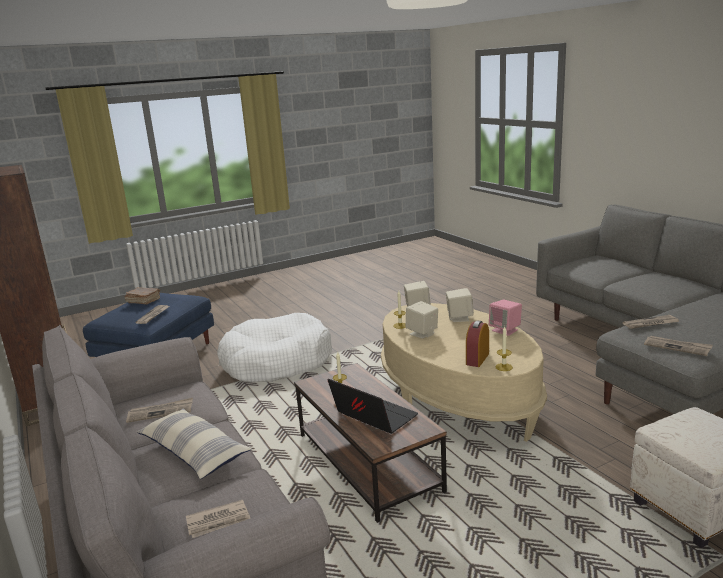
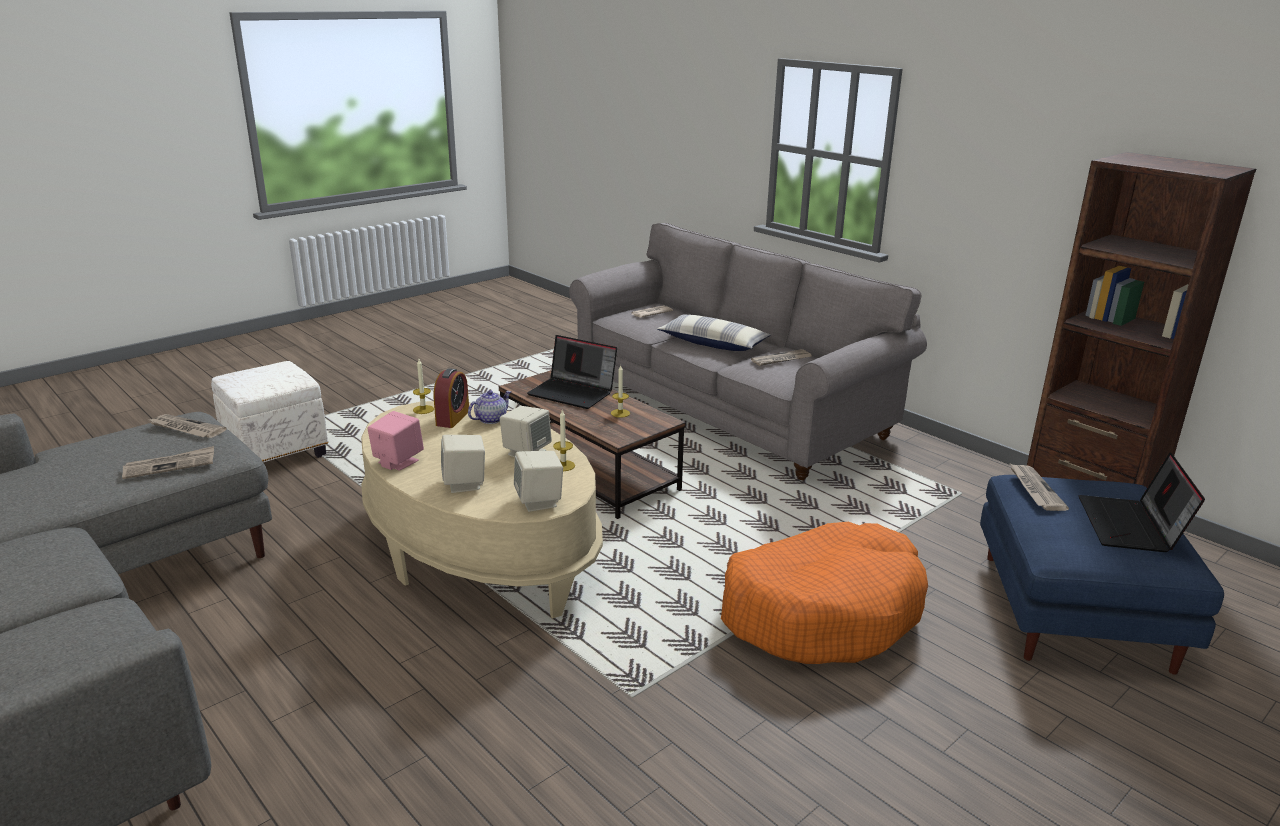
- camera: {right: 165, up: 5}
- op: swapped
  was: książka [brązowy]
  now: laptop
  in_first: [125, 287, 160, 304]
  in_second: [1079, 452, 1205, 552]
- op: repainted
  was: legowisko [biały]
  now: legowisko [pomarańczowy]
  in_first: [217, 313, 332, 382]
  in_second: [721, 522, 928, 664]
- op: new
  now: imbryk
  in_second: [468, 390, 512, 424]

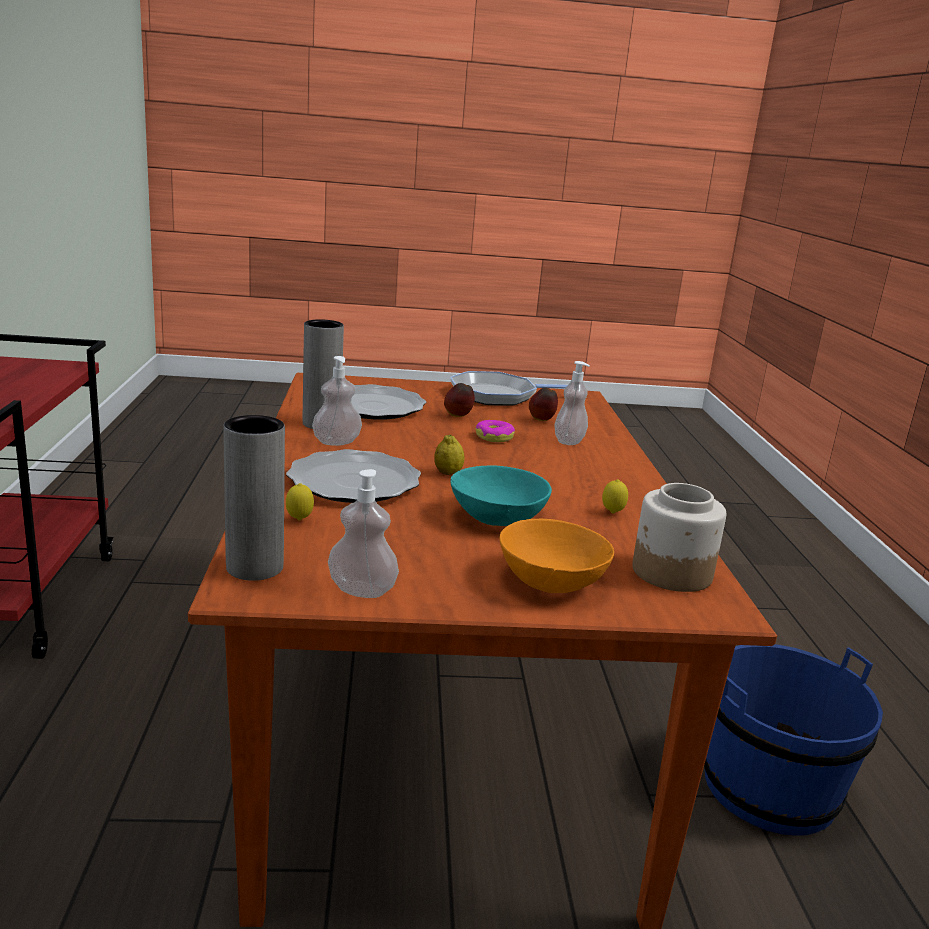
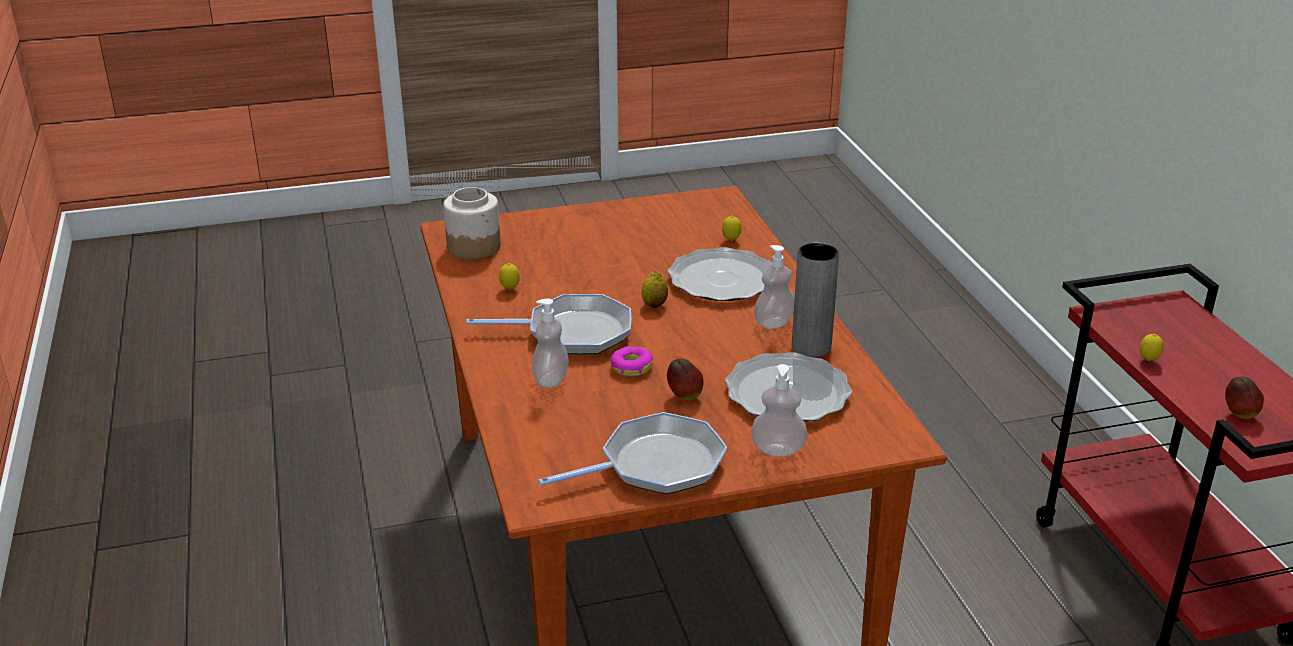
- camera: {right: 170, up: 10}
- op: shifted
  was: jabłko
  in_first: [529, 388, 558, 421]
  in_second: [1225, 376, 1264, 419]
- op: gone
  was: wazon [szary]
  in_first: [223, 415, 285, 581]
- op: gone
  was: miska [turkusowy]
  in_first: [450, 466, 552, 526]
- op: shifted
  was: dozownik mydła
  in_first: [328, 469, 399, 598]
  in_second: [751, 364, 808, 456]
- op: gone
  was: miska [pomarańczowy]
  in_first: [499, 519, 614, 593]
- op: gone
  was: wiadro [niebieski]
  in_first: [704, 644, 883, 836]
- op: new
  now: patelnia
  in_second: [466, 294, 631, 354]
- op: new
  now: cytryna
  in_second: [1140, 334, 1163, 361]

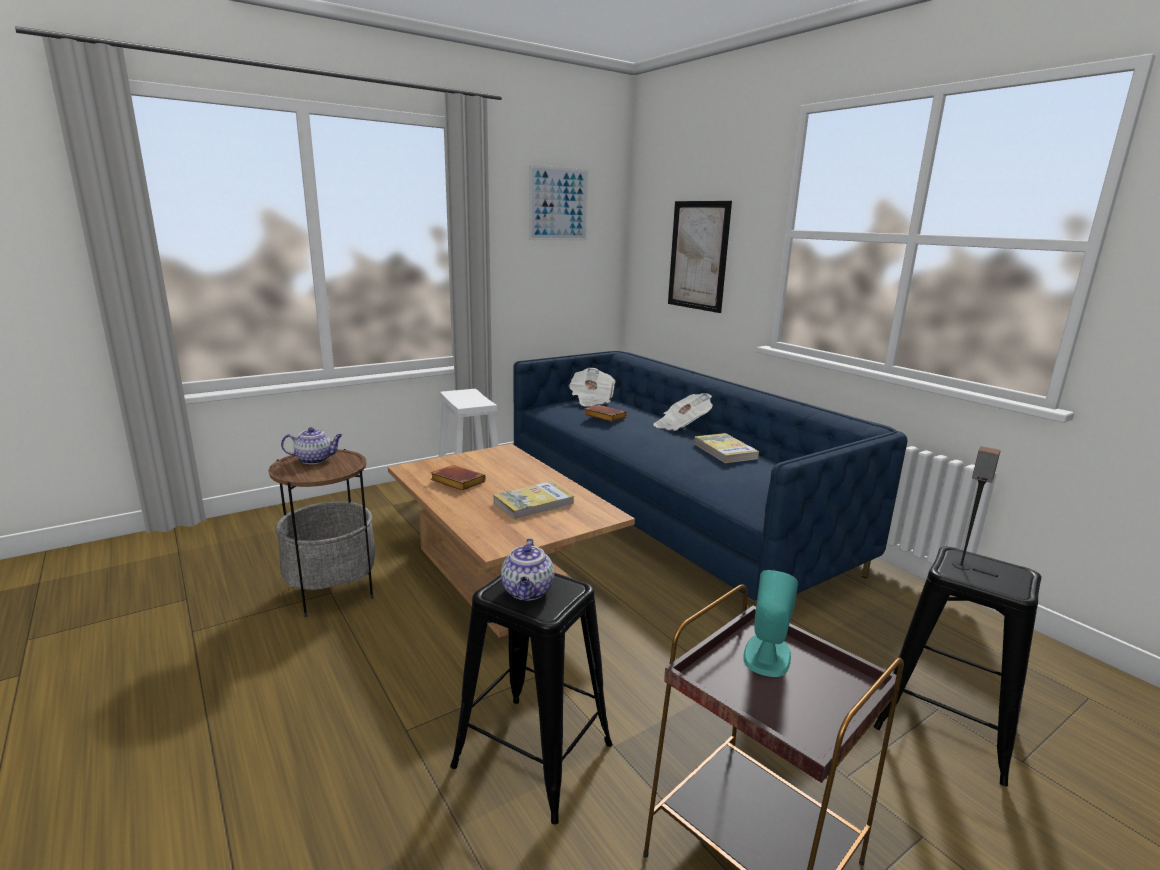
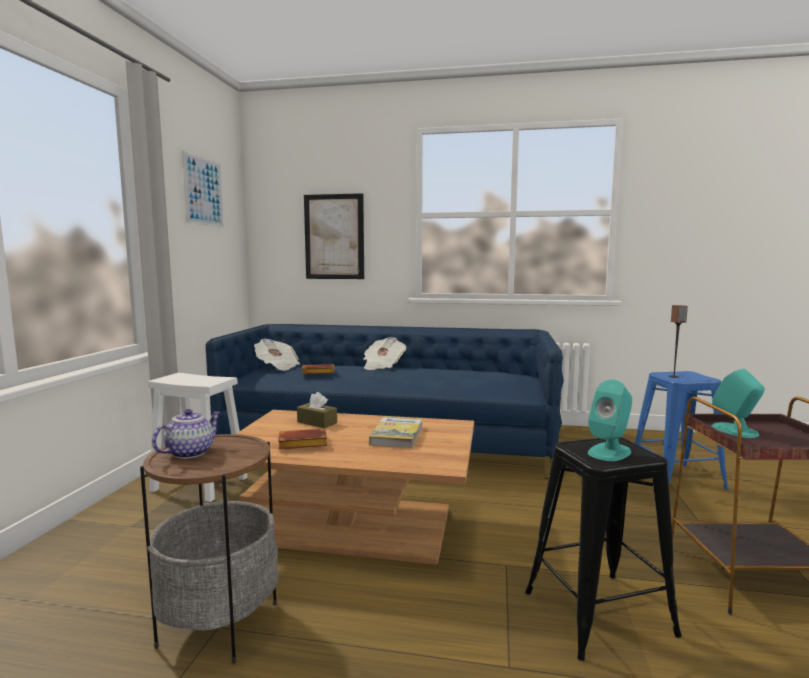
- camera: {right: -45, up: -10}
- op: gone
  was: książka
  in_first: [694, 433, 759, 463]
- op: swapped
  was: imbryk
  now: głośnik [turkusowy]
  in_first: [501, 538, 554, 600]
  in_second: [588, 379, 632, 461]
- op: repainted
  was: stołek [czarny]
  now: stołek [niebieski]
  in_first: [873, 547, 1041, 786]
  in_second: [635, 371, 729, 490]
- op: new
  now: pudełko chusteczek [brązowy]
  in_second: [297, 392, 337, 428]

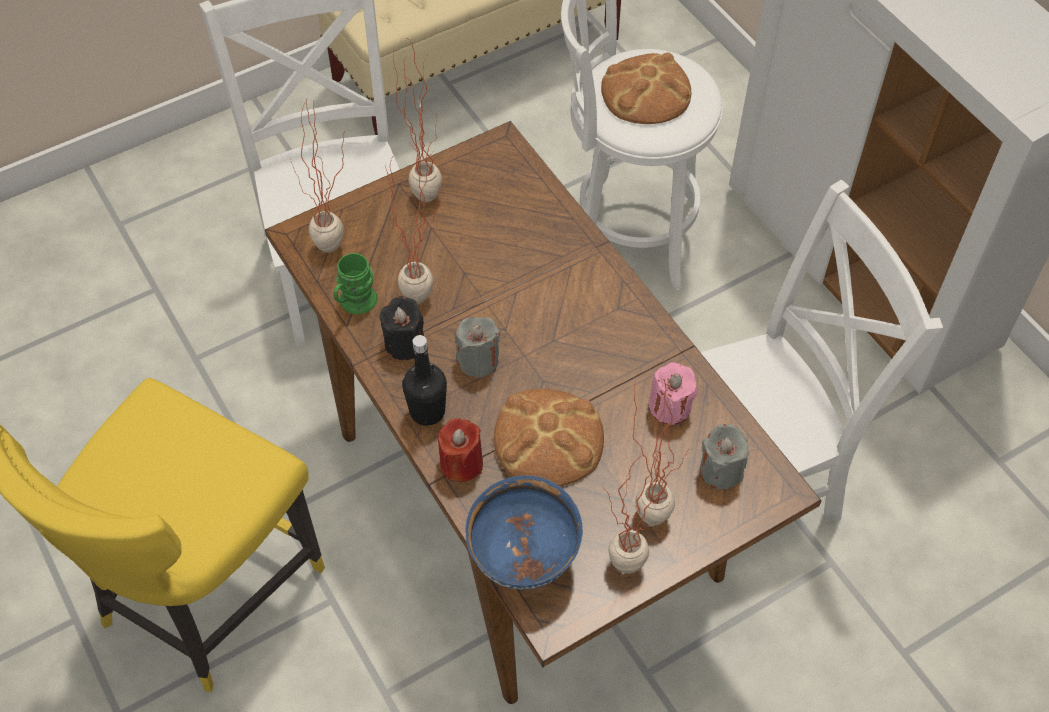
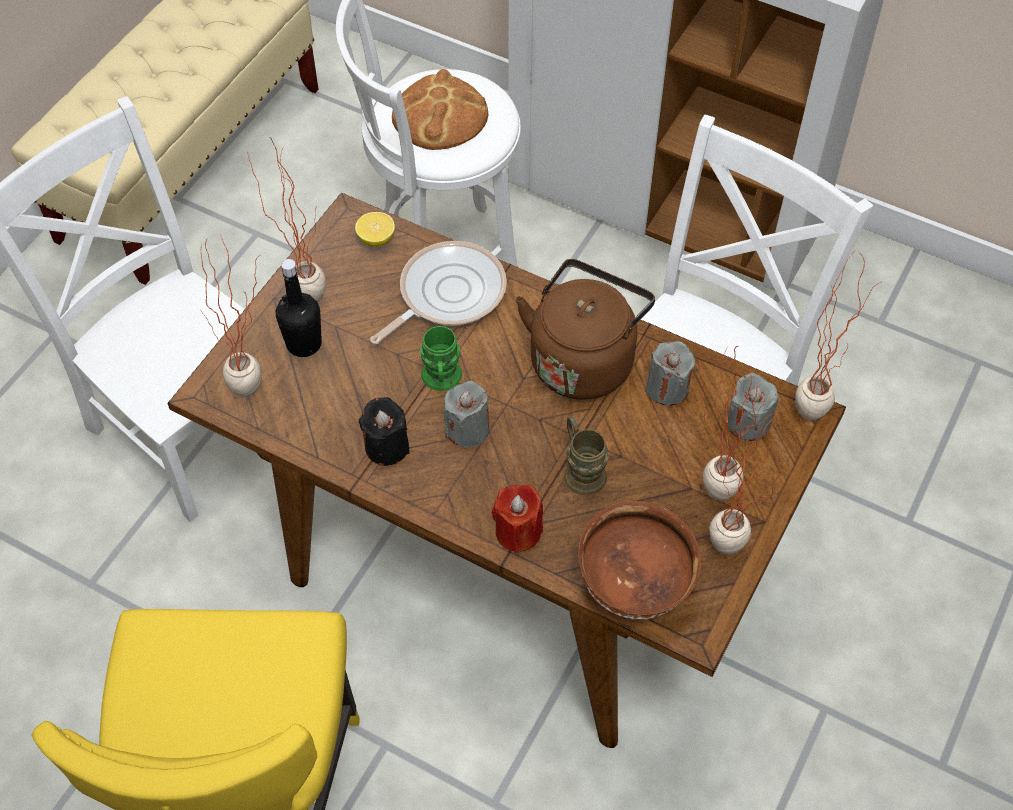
- camera: {right: -30, up: 0}
- op: shifted
  was: roślina doniczkowa
  in_first: [385, 143, 441, 304]
  in_second: [795, 250, 883, 420]
- op: shifted
  was: kubek [zielony]
  in_first: [334, 253, 378, 314]
  in_second: [420, 326, 462, 391]
- op: shifted
  was: butelka [czarny]
  in_first: [402, 335, 447, 426]
  in_second: [276, 259, 322, 357]
- op: repainted
  was: świeca [różowy]
  now: świeca [szary]
  in_first: [648, 362, 698, 425]
  in_second: [646, 341, 695, 406]
- op: swapped
  was: chleb
  now: kubek [brązowy]
  in_first: [494, 389, 604, 486]
  in_second: [564, 416, 609, 495]
- op: repainted
  was: miska [niebieski]
  now: miska [brązowy]
  in_first: [465, 475, 583, 590]
  in_second: [578, 501, 701, 620]
- op: new
  now: cytryna
  in_second: [355, 212, 395, 246]
- op: new
  now: patelnia
  in_second: [370, 241, 507, 344]
- op: new
  now: czajnik [brązowy]
  in_second: [516, 259, 655, 400]

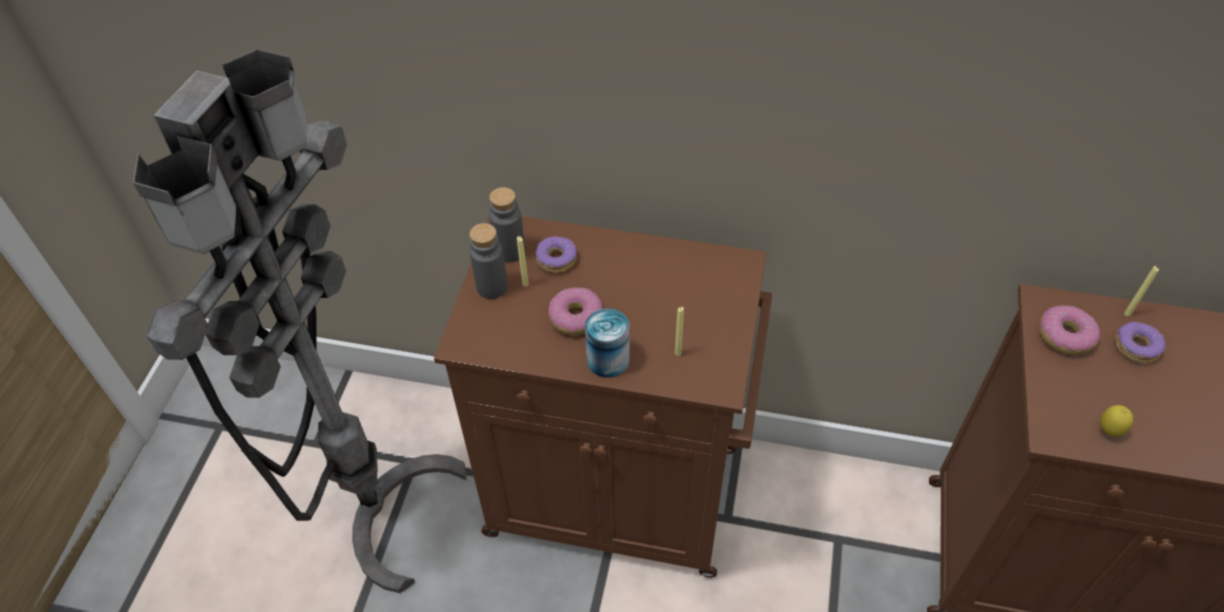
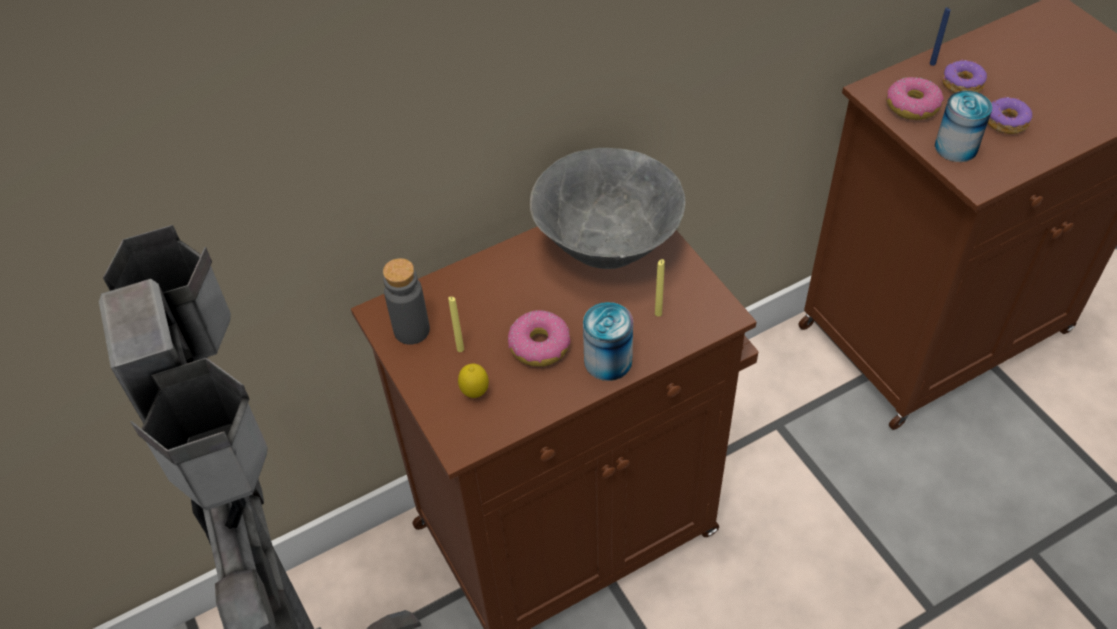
- camera: {right: -40, up: 0}
- op: gone
  was: butelka [szary]
  in_first: [470, 223, 508, 299]
- op: shifted
  was: donut
  in_first: [536, 236, 577, 273]
  in_second: [988, 96, 1032, 134]
- op: repainted
  was: świeca [żółty]
  now: świeca [niebieski]
  in_first: [1124, 266, 1159, 317]
  in_second: [930, 7, 950, 66]
- op: shifted
  was: cytryna
  in_first: [1100, 405, 1133, 437]
  in_second: [458, 364, 489, 398]
- op: new
  now: puszka
  in_second: [935, 91, 993, 162]
- op: new
  now: miska [szary]
  in_second: [530, 148, 685, 269]

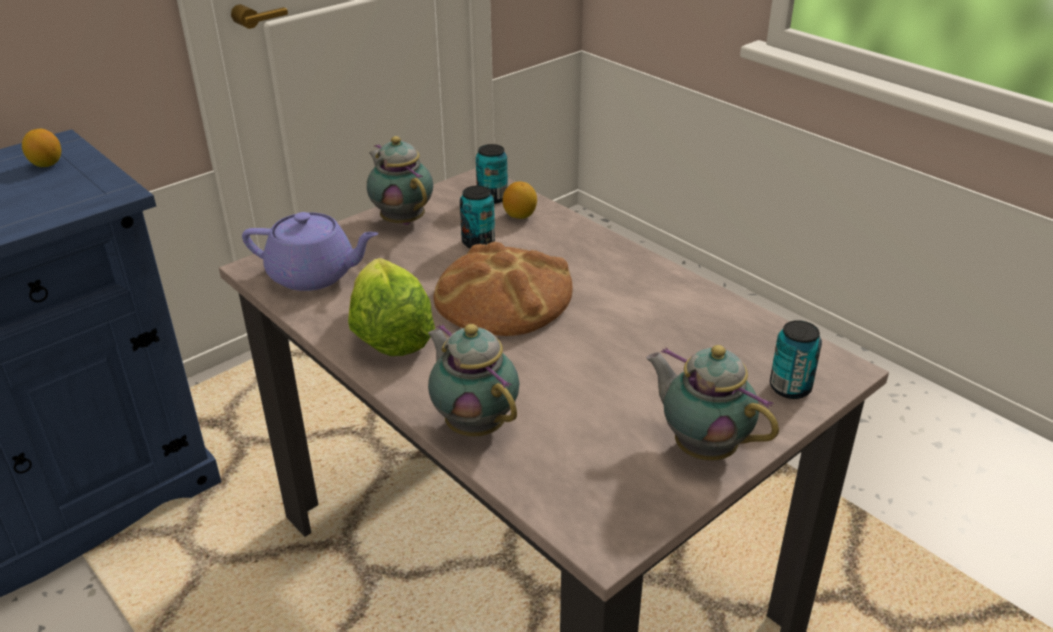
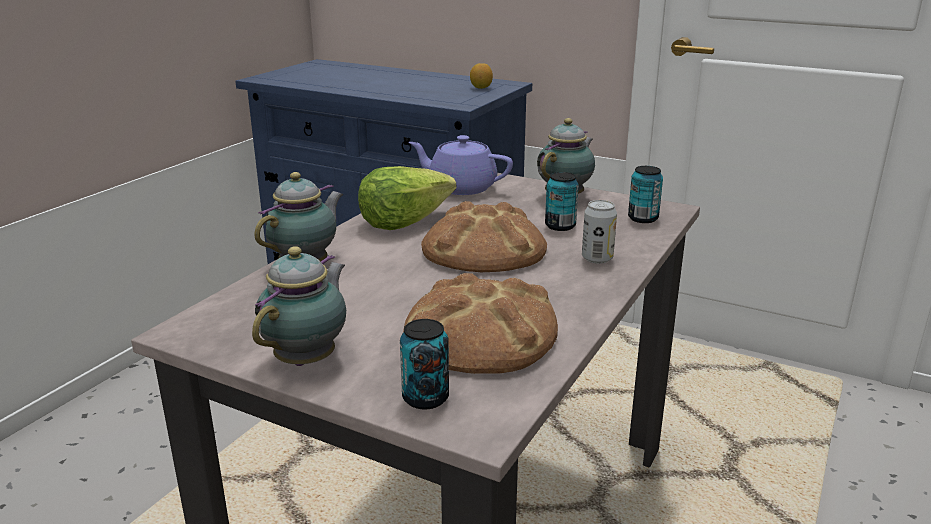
- camera: {right: 70, up: -10}
- op: gone
  was: cytryna
  in_first: [503, 181, 537, 219]
- op: rotated
  was: imbryk [fioletowy]
  in_first: [242, 212, 378, 291]
  in_second: [408, 135, 513, 195]
  clockwise: 120
- op: new
  now: puszka
  in_second: [582, 200, 617, 264]
- op: new
  now: chleb
  in_second: [403, 273, 558, 374]

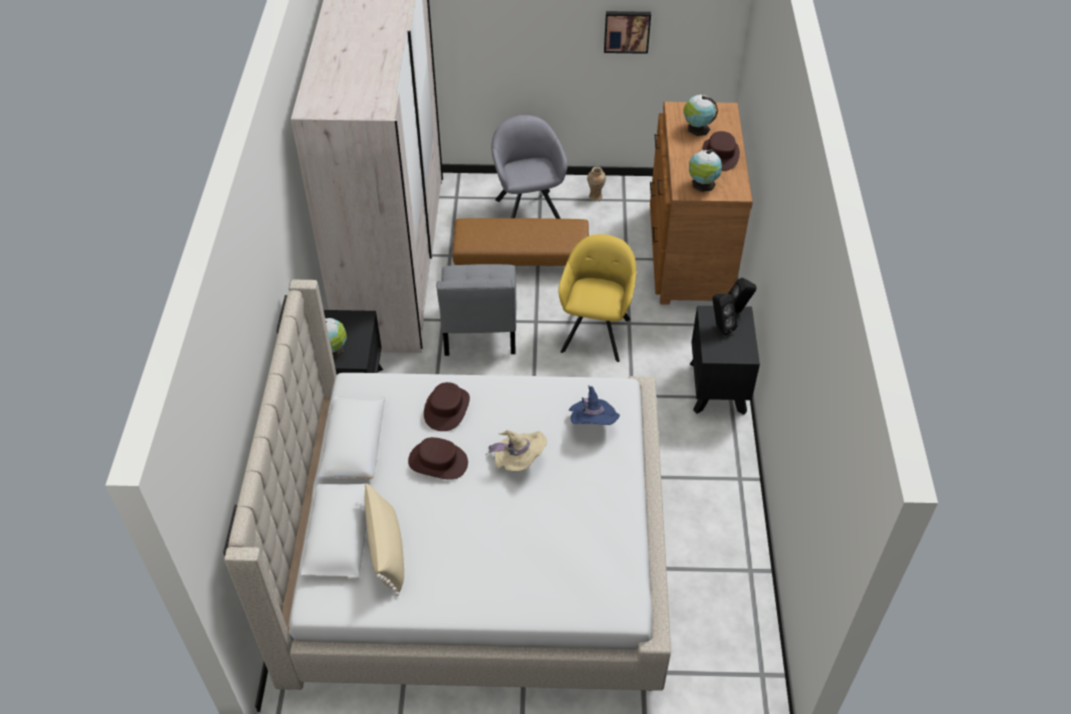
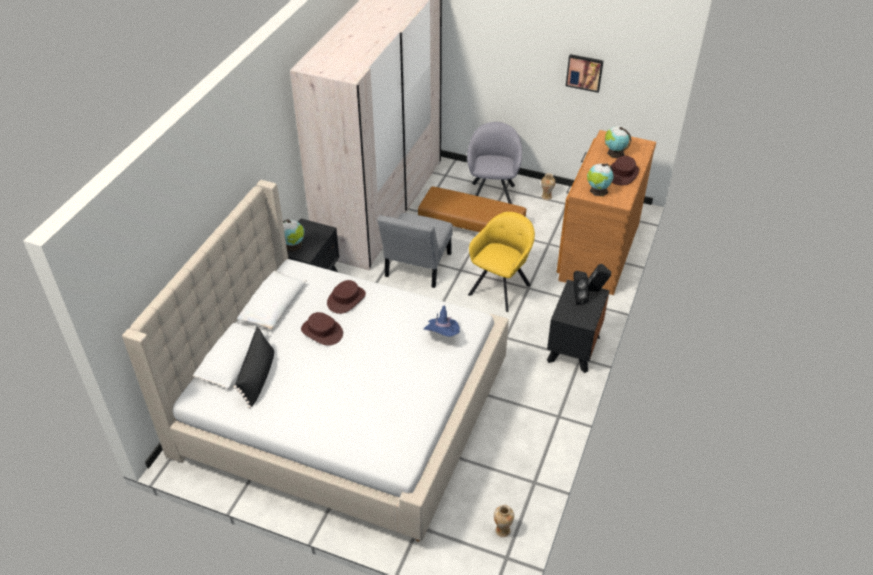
- camera: {right: 20, up: -5}
- op: gone
  was: kapelusz [beżowy]
  in_first: [485, 430, 547, 471]
- op: repainted
  was: poduszka [beżowy]
  now: poduszka [czarny]
  in_first: [365, 483, 404, 596]
  in_second: [234, 327, 274, 408]
- op: new
  now: wazon
  in_second: [494, 505, 514, 537]

